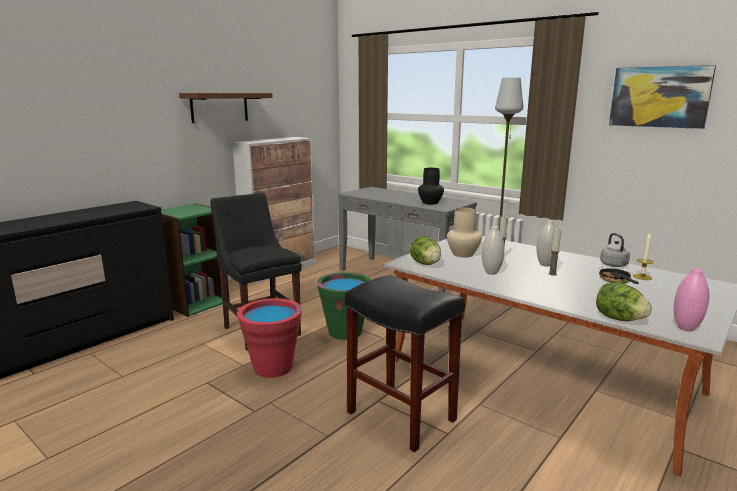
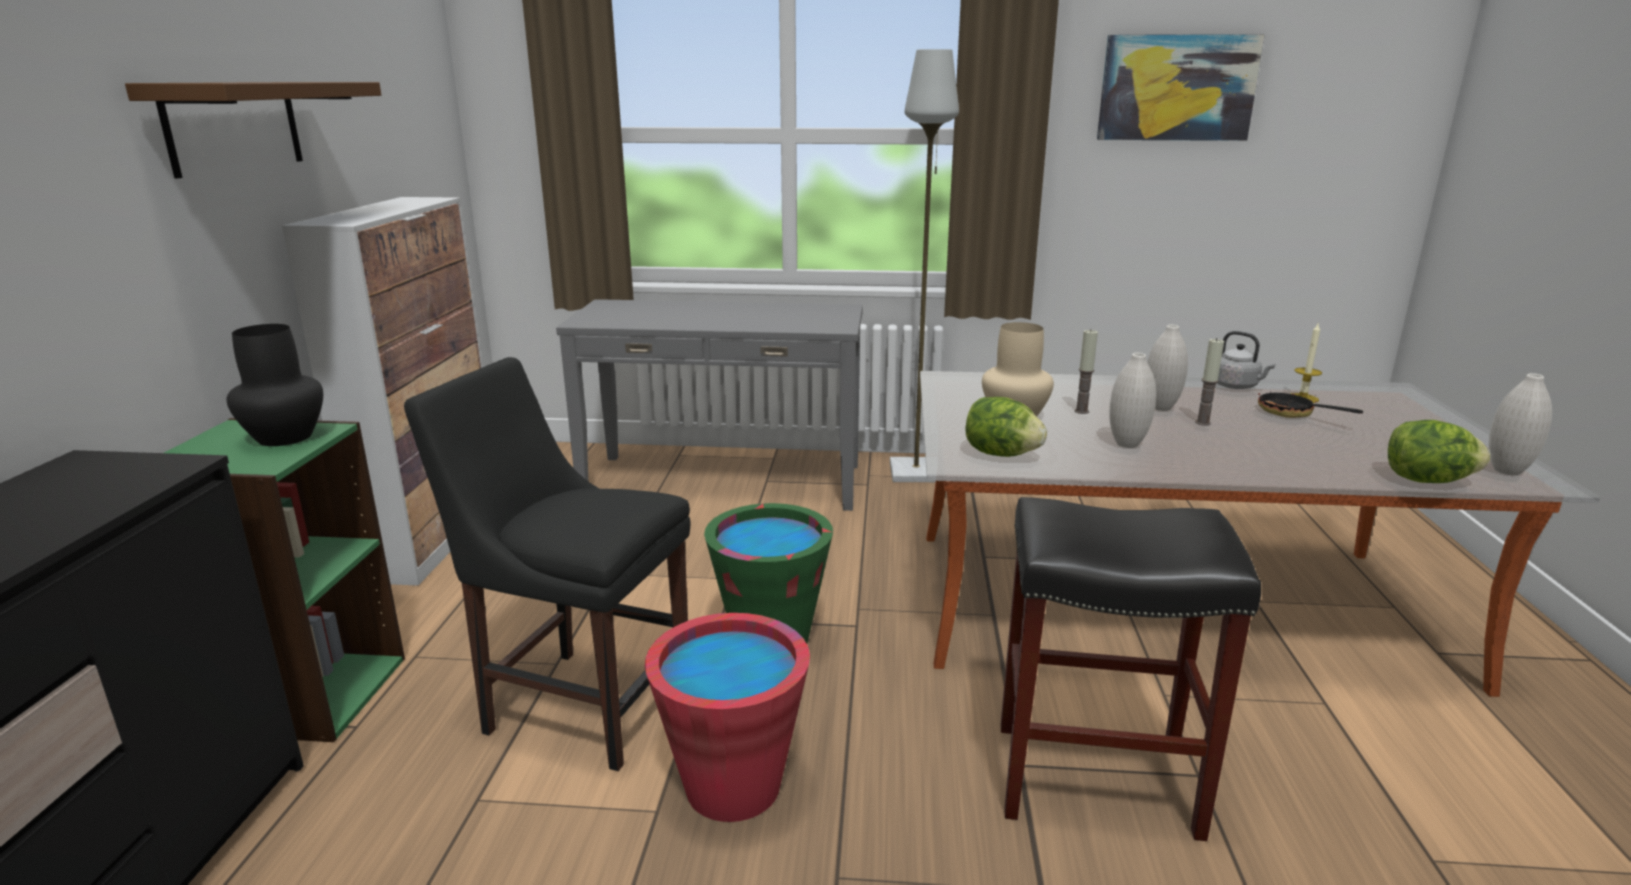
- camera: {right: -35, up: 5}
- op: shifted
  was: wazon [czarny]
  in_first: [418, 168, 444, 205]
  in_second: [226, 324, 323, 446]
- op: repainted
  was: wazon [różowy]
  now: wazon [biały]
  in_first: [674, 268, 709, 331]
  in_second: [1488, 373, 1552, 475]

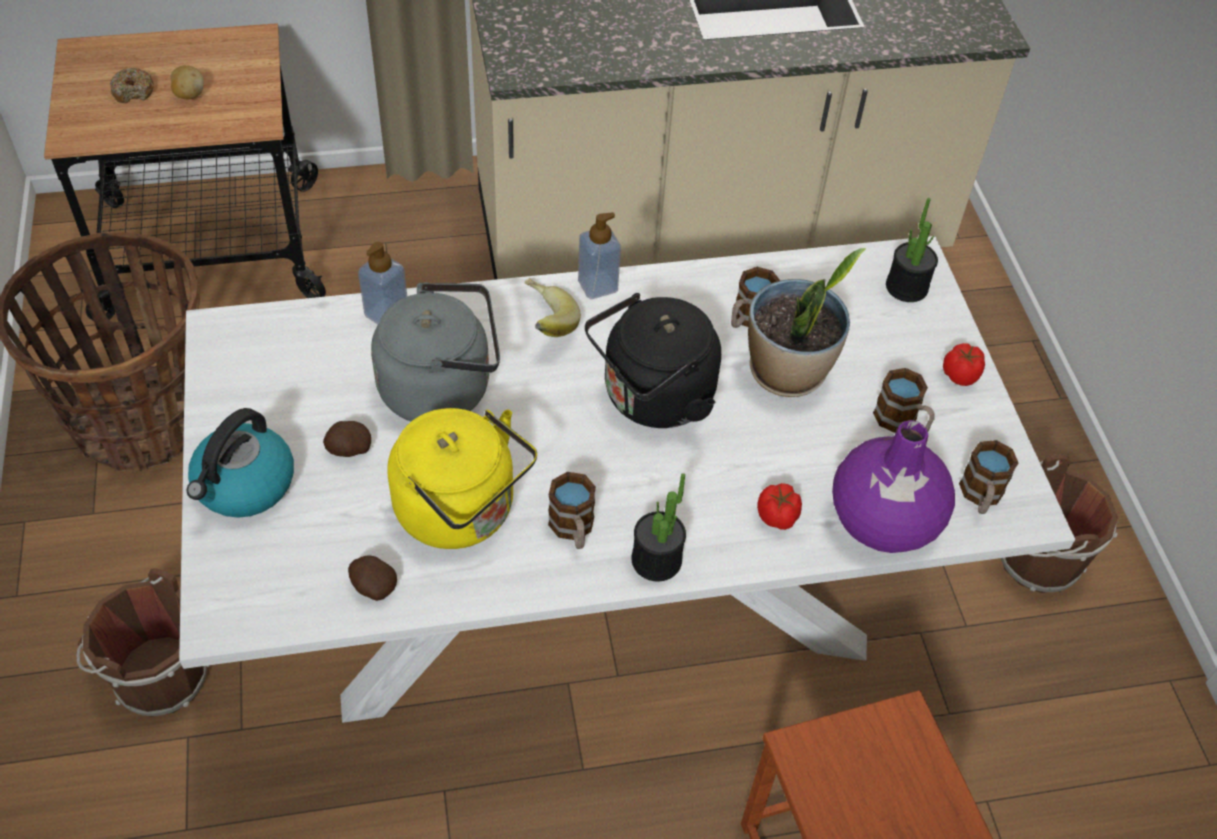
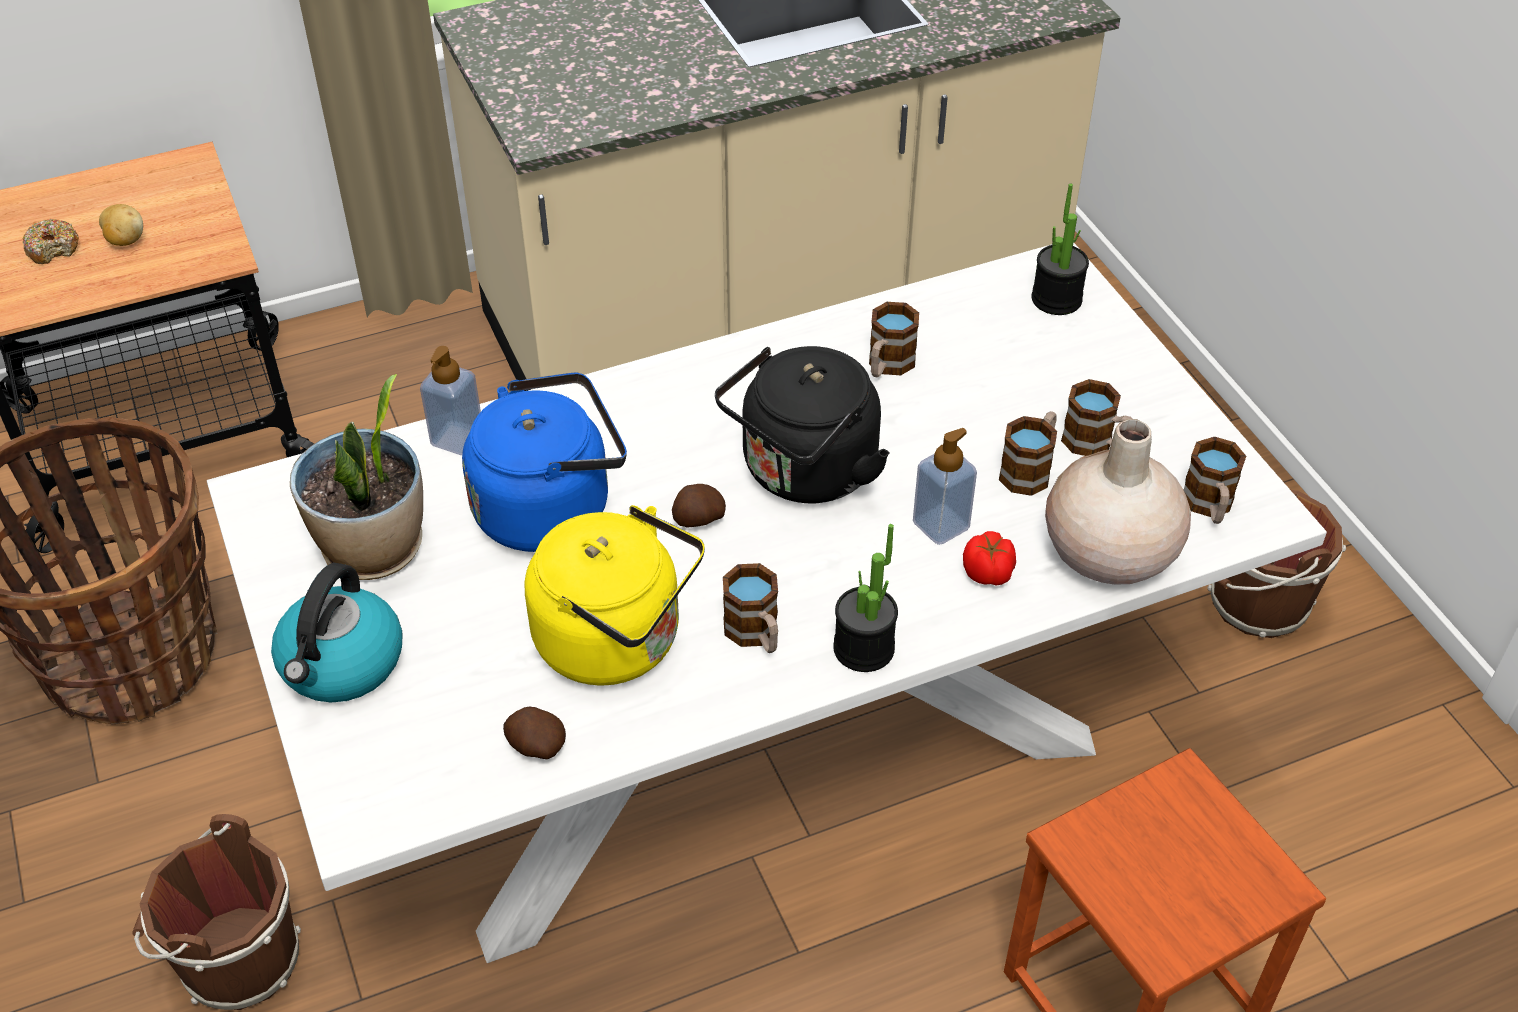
- camera: {right: -10, up: -5}
- op: shifted
  was: dozownik mydła
  in_first: [578, 212, 621, 299]
  in_second: [913, 428, 977, 545]
- op: shifted
  was: roślina doniczkowa
  in_first: [748, 248, 866, 397]
  in_second: [290, 374, 423, 580]
- op: gone
  was: banan
  in_first: [525, 278, 581, 337]
- op: repainted
  was: czajnik [szary]
  now: czajnik [niebieski]
  in_first: [371, 282, 500, 421]
  in_second: [462, 372, 627, 552]
- op: gone
  was: pomidor
  in_first: [943, 343, 985, 386]
- op: repainted
  was: wazon [fioletowy]
  now: wazon [beżowy]
  in_first: [832, 420, 955, 553]
  in_second: [1045, 419, 1191, 585]
- op: shifted
  was: ziemniak
  in_first: [323, 421, 371, 457]
  in_second: [672, 484, 726, 528]
- op: new
  now: kubek
  in_second: [999, 411, 1057, 496]

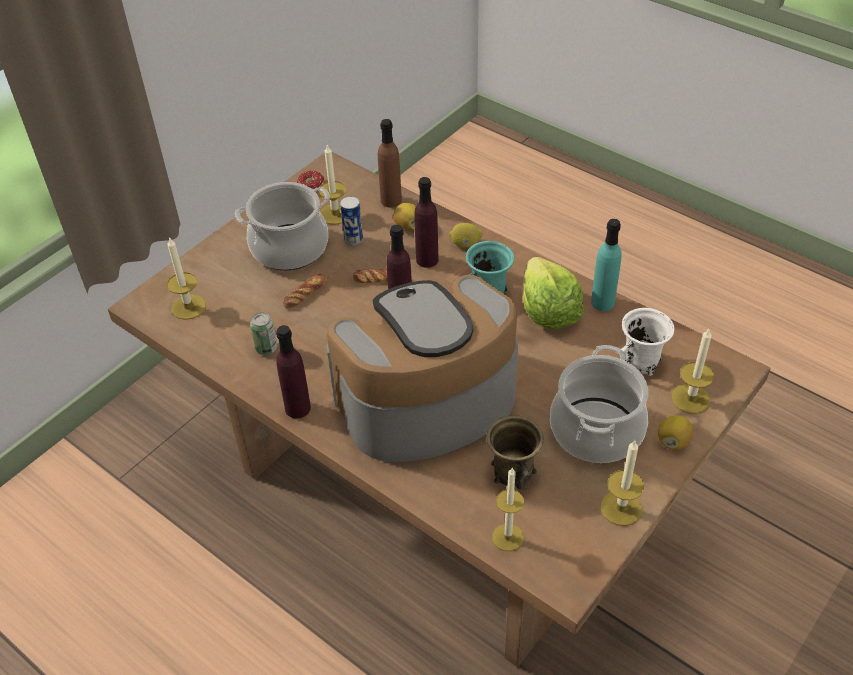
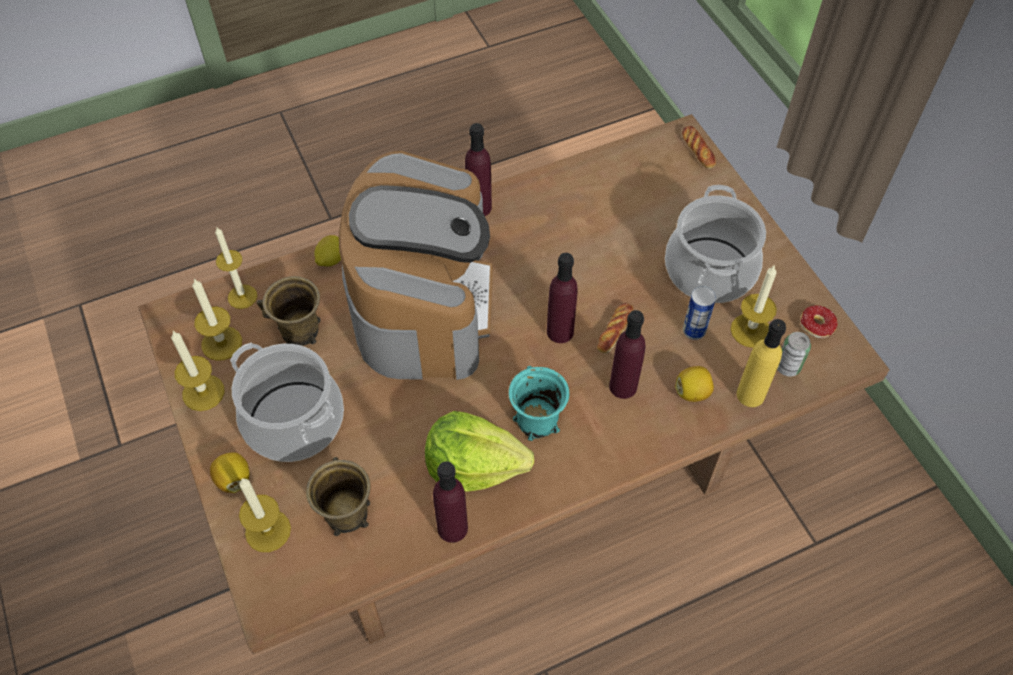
- camera: {right: 115, up: 10}
- op: repainted
  was: butelka [brązowy]
  now: butelka [żółty]
  in_first: [378, 119, 402, 208]
  in_second: [737, 319, 786, 407]
- op: repainted
  was: butelka [turkusowy]
  now: butelka [fioletowy]
  in_first: [591, 219, 622, 311]
  in_second: [433, 461, 468, 543]
- op: shifted
  was: cytryna
  in_first: [449, 223, 483, 247]
  in_second: [314, 235, 341, 267]
- op: shifted
  was: świeca
  in_first: [167, 237, 206, 320]
  in_second: [192, 278, 242, 361]
- op: shifted
  was: chleb
  in_first: [283, 274, 327, 309]
  in_second: [682, 126, 716, 169]
- op: repainted
  was: kubek [biały]
  now: kubek [brązowy]
  in_first: [620, 308, 674, 376]
  in_second: [306, 457, 370, 536]
- op: shifted
  was: puszka
  in_first: [250, 312, 277, 355]
  in_second: [777, 332, 811, 377]

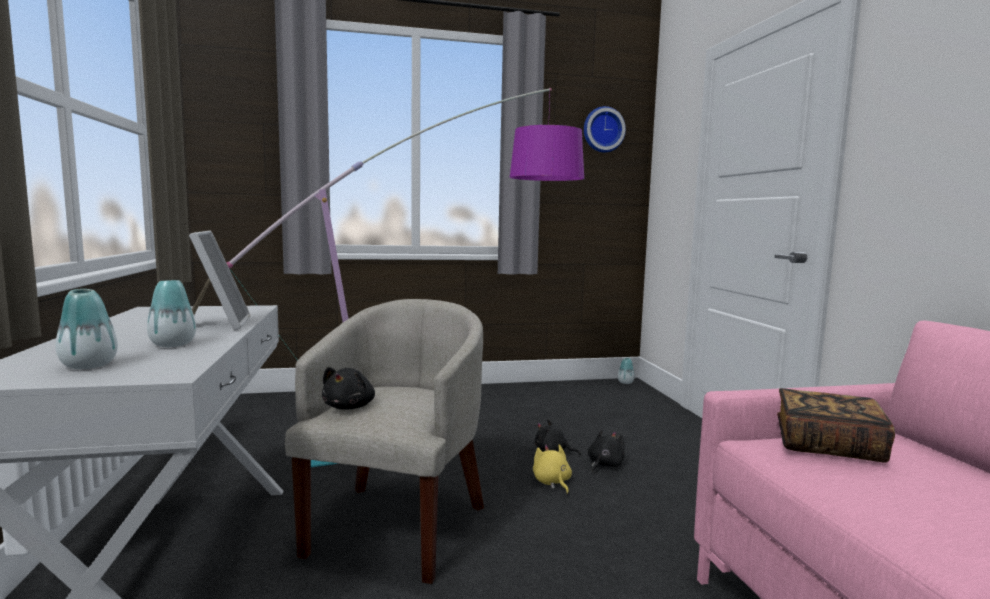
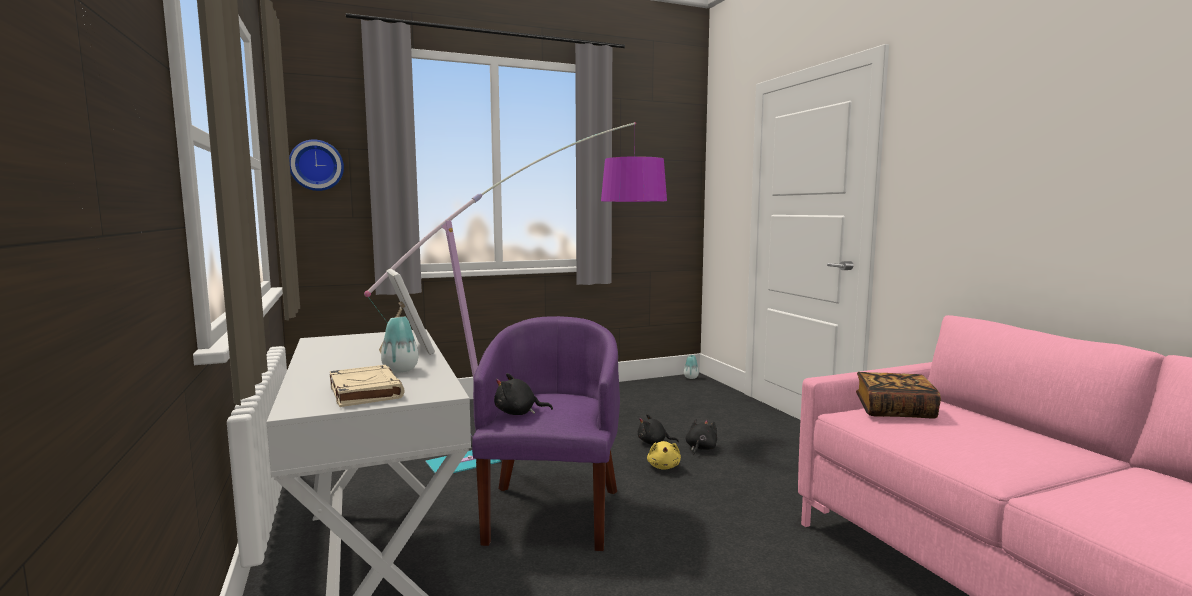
- camera: {right: -10, up: 0}
- op: shifted
  was: zegar ścienny
  in_first: [584, 106, 626, 152]
  in_second: [289, 139, 344, 191]
- op: swapped
  was: wazon
  now: książka [beżowy]
  in_first: [56, 289, 118, 369]
  in_second: [330, 365, 405, 407]
- op: repainted
  was: fotel [beżowy]
  now: fotel [fioletowy]
  in_first: [285, 299, 484, 584]
  in_second: [472, 316, 620, 551]
- op: rotated
  was: pluszak [czarny]
  in_first: [322, 367, 375, 410]
  in_second: [494, 373, 553, 415]
  clockwise: 90
- op: rotated
  was: pluszak [żółty]
  in_first: [533, 444, 572, 494]
  in_second: [647, 441, 681, 470]
  clockwise: -150

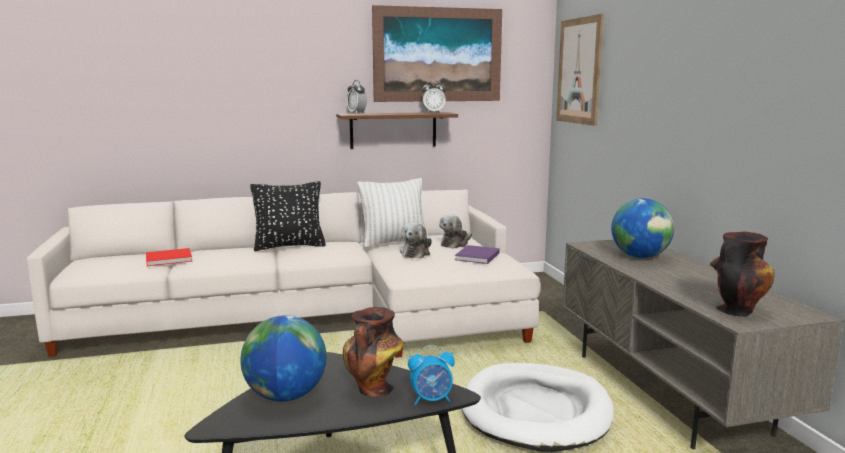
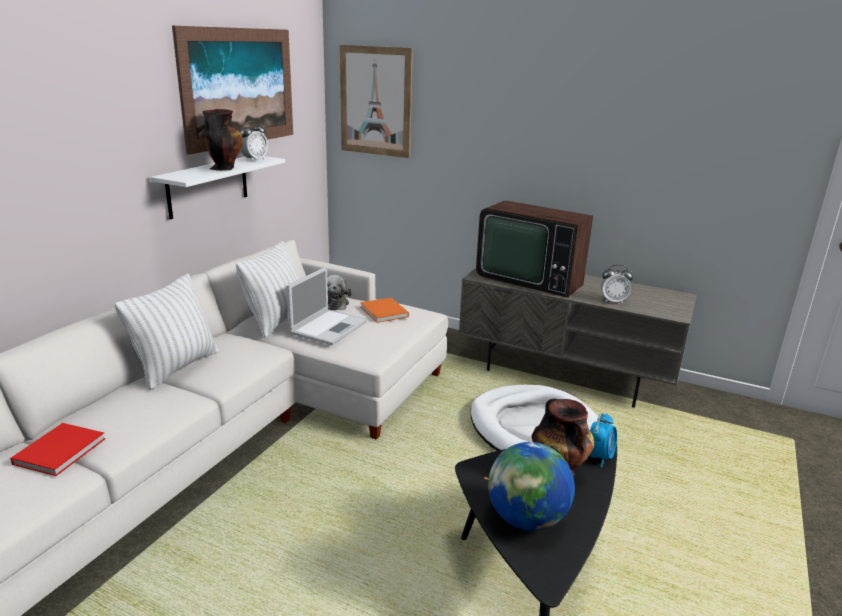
- camera: {right: -50, up: 10}
- op: shifted
  was: budzik
  in_first: [347, 80, 367, 114]
  in_second: [601, 264, 633, 304]
- op: repainted
  was: półka [brązowy]
  now: półka [biały]
  in_first: [336, 112, 458, 149]
  in_second: [150, 156, 285, 219]
- op: repainted
  was: poduszka [czarny]
  now: poduszka [biały]
  in_first: [250, 181, 326, 251]
  in_second: [114, 274, 219, 390]
- op: swapped
  was: globus
  now: telewizor
  in_first: [611, 198, 674, 258]
  in_second: [476, 201, 593, 298]
- op: swapped
  was: pluszak
  now: laptop
  in_first: [400, 222, 432, 258]
  in_second: [287, 267, 367, 345]
- op: shifted
  was: wazon
  in_first: [710, 232, 775, 317]
  in_second: [198, 109, 243, 171]
- op: repainted
  was: książka [fioletowy]
  now: książka [pomarańczowy]
  in_first: [455, 245, 500, 264]
  in_second: [360, 298, 409, 323]

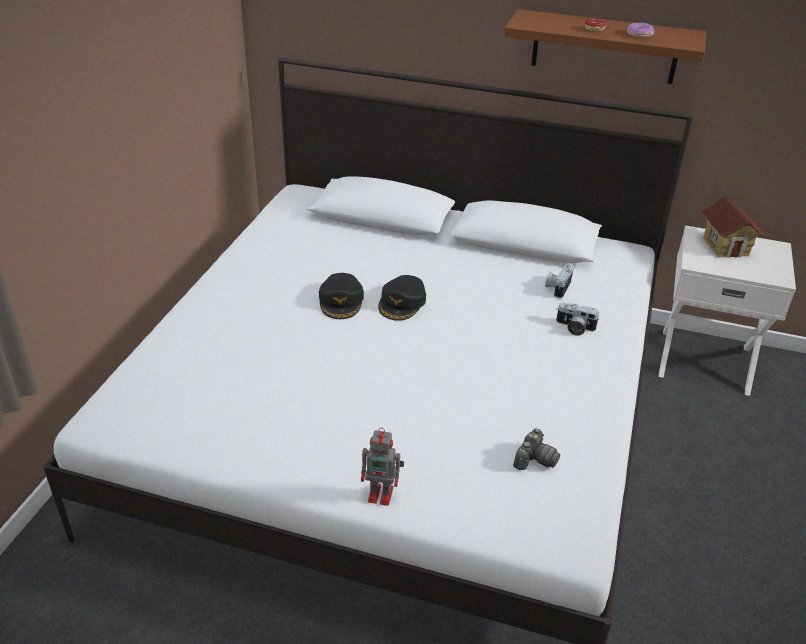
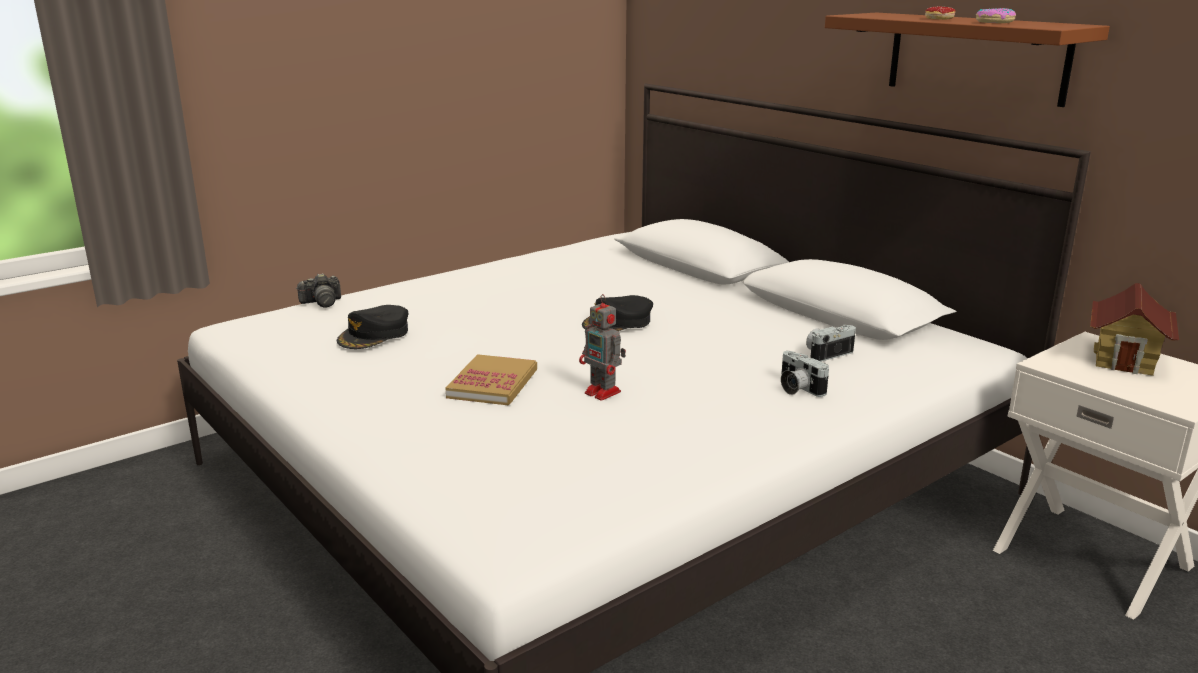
- camera: {right: 35, up: -15}
- op: shifted
  was: czapka z daszkiem [czarny]
  in_first: [319, 273, 364, 319]
  in_second: [337, 305, 408, 349]
- op: shifted
  was: robot zabawkowy
  in_first: [361, 427, 404, 506]
  in_second: [579, 294, 626, 401]
- op: shifted
  was: aparat fotograficzny
  in_first: [513, 429, 560, 470]
  in_second: [297, 273, 341, 308]
- op: new
  now: książka
  in_second: [446, 354, 537, 405]

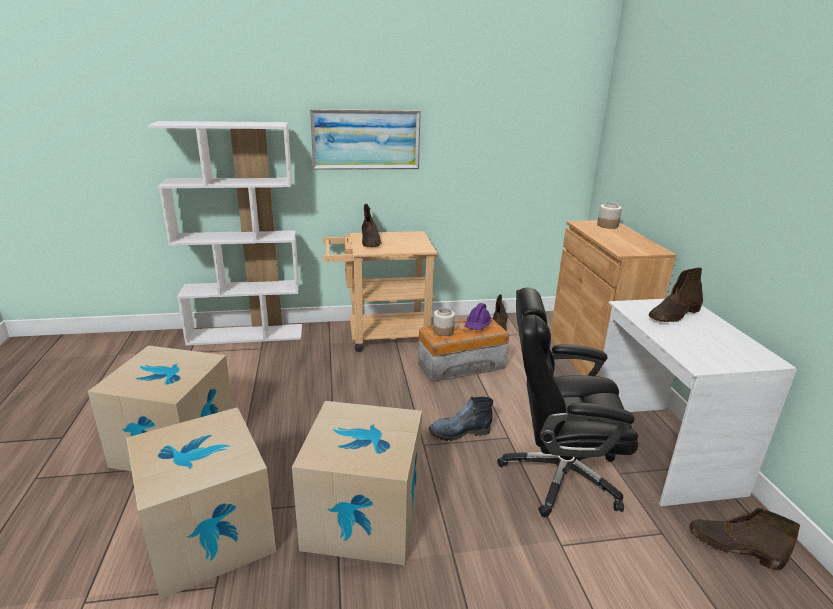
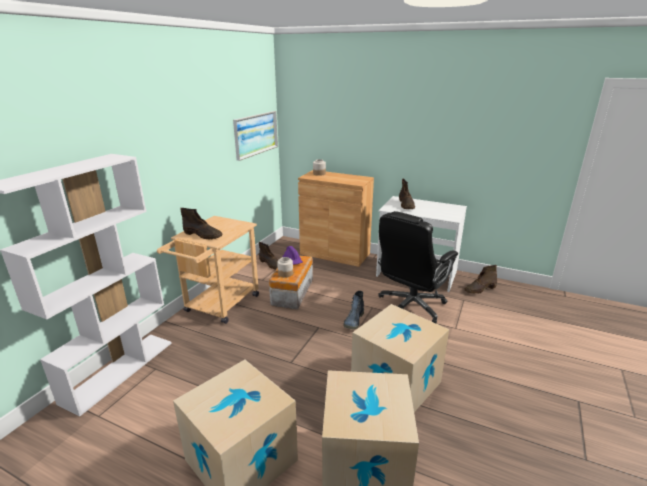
- camera: {right: -55, up: 0}
- op: shifted
  was: obraz
  in_first: [310, 109, 421, 170]
  in_second: [233, 111, 278, 161]

